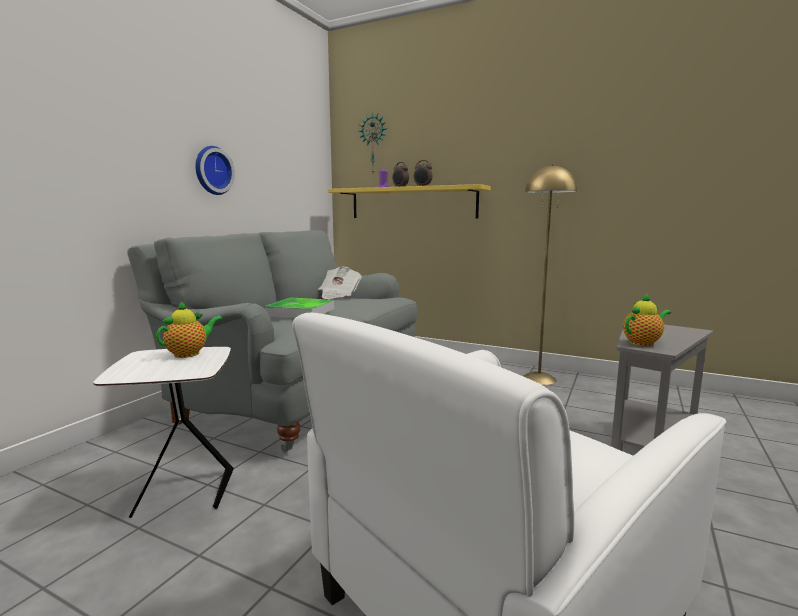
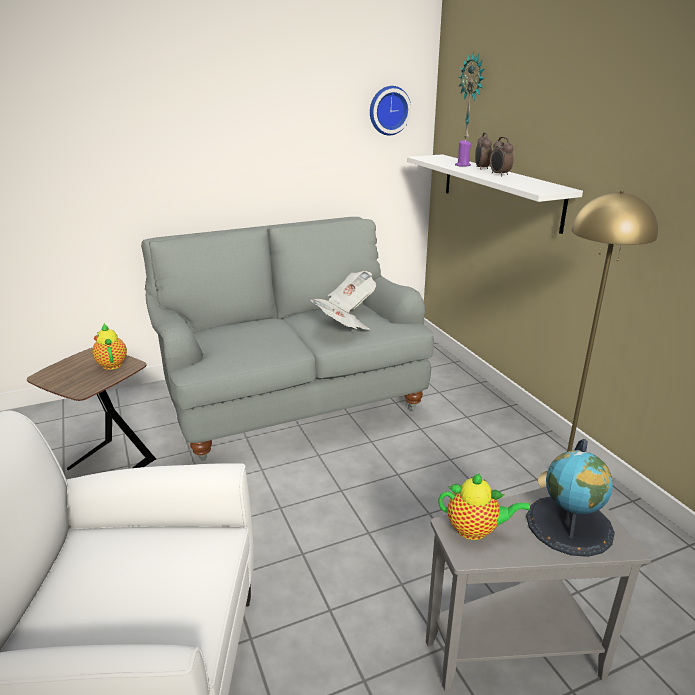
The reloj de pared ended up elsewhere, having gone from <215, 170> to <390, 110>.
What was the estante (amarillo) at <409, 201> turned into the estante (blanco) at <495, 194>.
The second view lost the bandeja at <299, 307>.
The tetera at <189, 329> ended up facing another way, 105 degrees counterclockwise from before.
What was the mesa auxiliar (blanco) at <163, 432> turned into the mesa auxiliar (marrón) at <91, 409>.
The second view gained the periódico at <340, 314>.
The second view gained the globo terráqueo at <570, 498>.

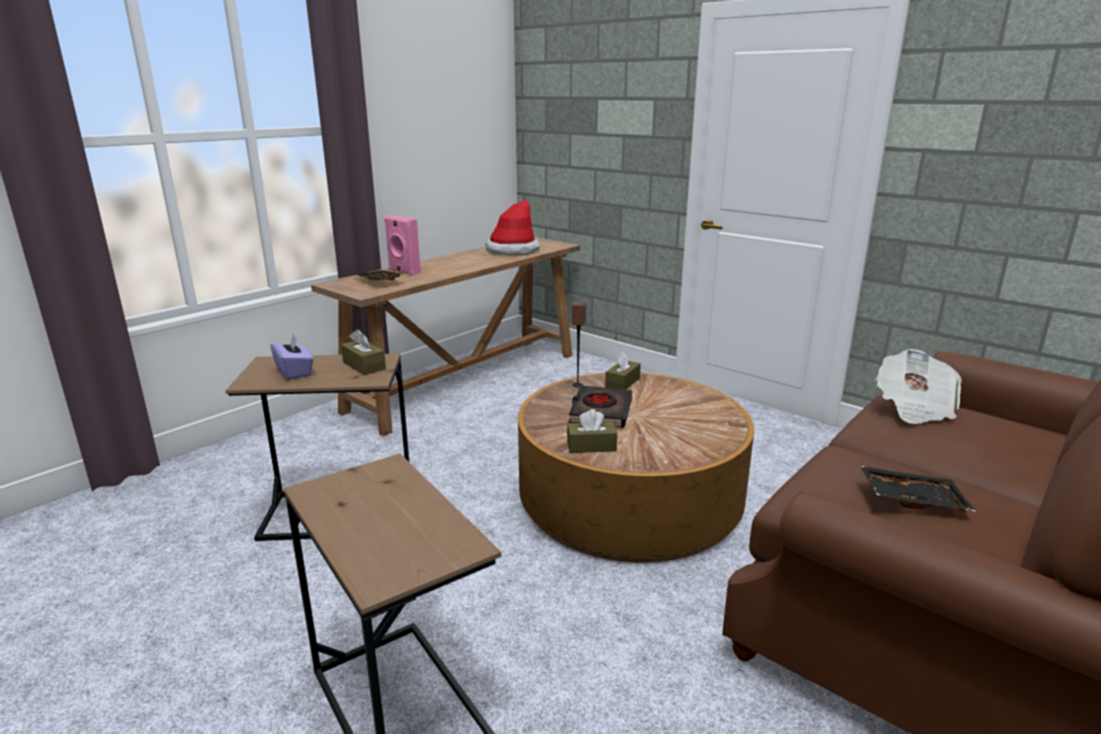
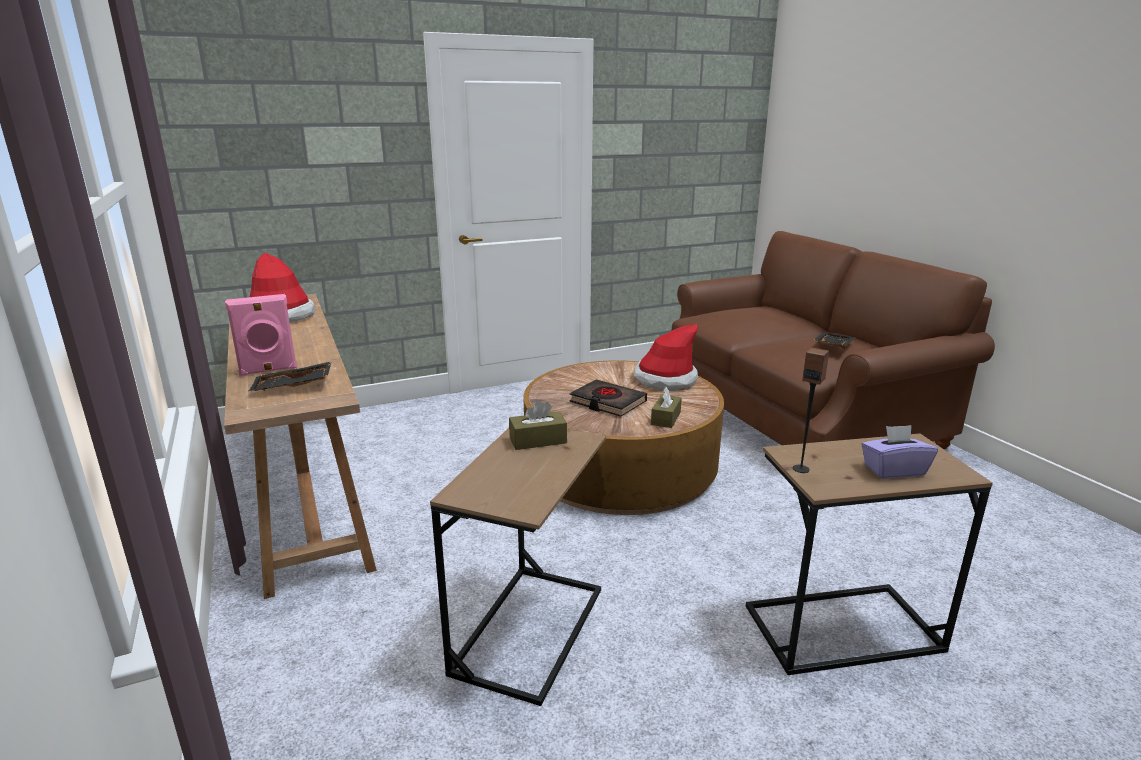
The altavoz ended up elsewhere, having gone from <579, 344> to <811, 410>.
The caja de pañuelos (morado) ended up elsewhere, having gone from <292, 357> to <899, 452>.
The second view lost the periódico at <918, 386>.
The second view lost the caja de pañuelos (marrón) at <623, 370>.
The second view gained the sombrero at <665, 357>.

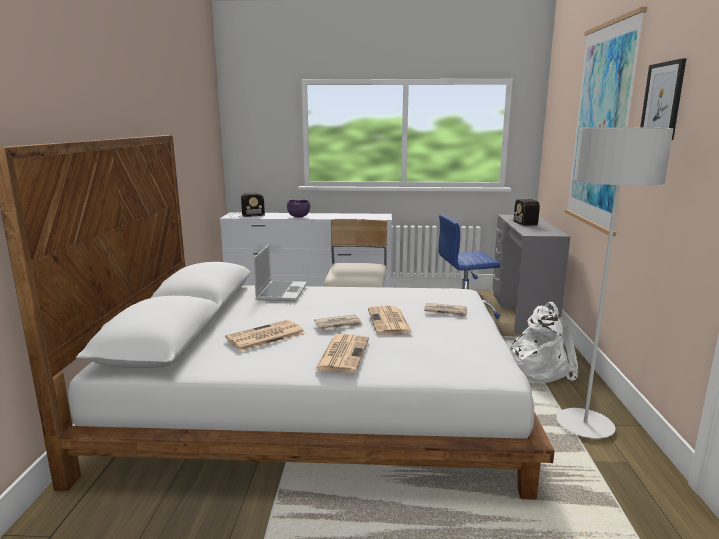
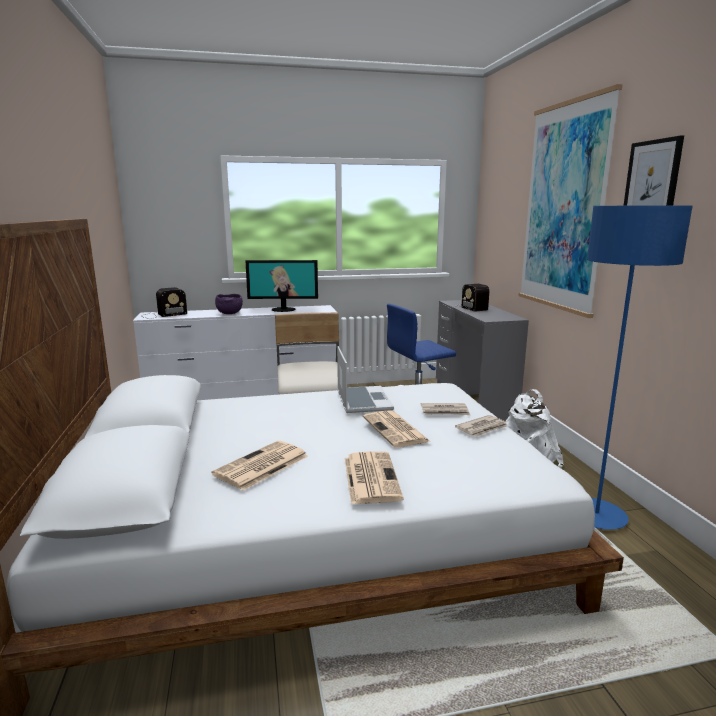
What was the lámpara de pie (gris) at <615, 283> turned into the lámpara de pie (azul) at <640, 368>.
The portátil ended up elsewhere, having gone from <280, 273> to <365, 379>.
The periódico ended up elsewhere, having gone from <338, 322> to <481, 426>.
The second view gained the monitor at <281, 286>.

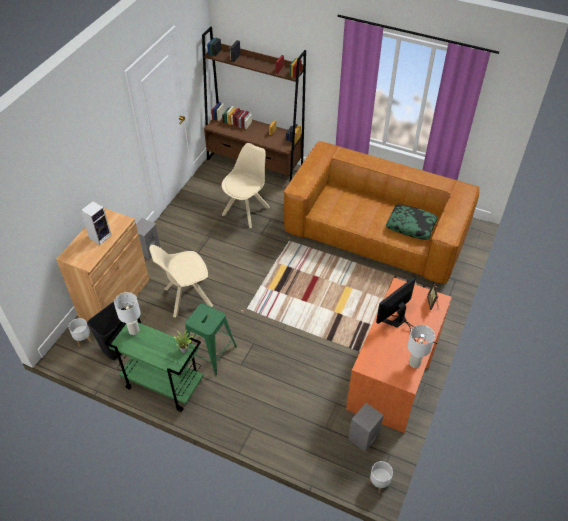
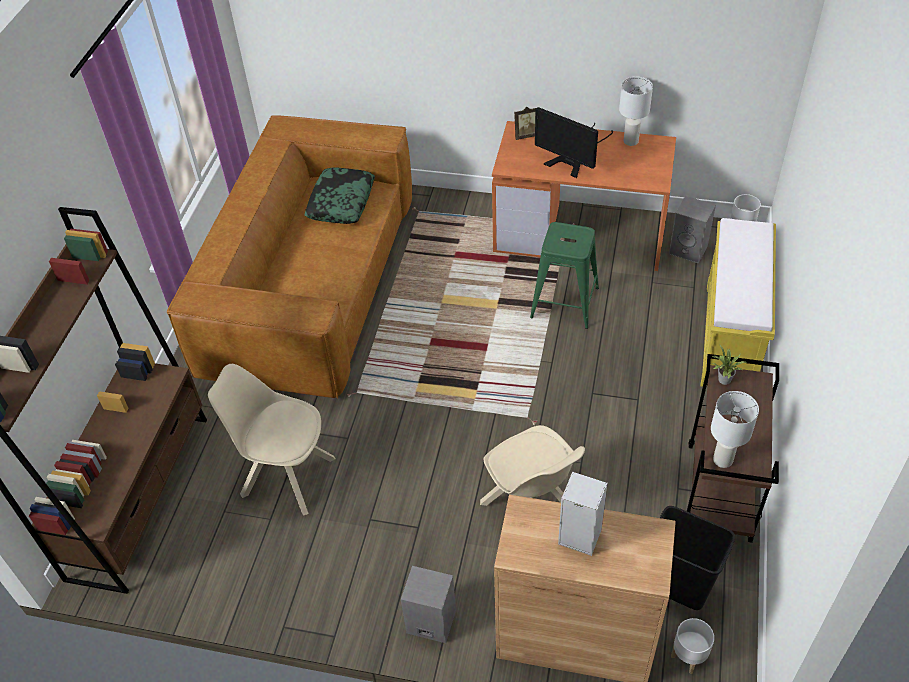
The taburete (verde) ended up elsewhere, having gone from <211, 339> to <564, 275>.
What was the carrito (verde) at <154, 365> turned into the carrito (marrón) at <733, 448>.
The second view gained the banco (amarillo) at <738, 302>.

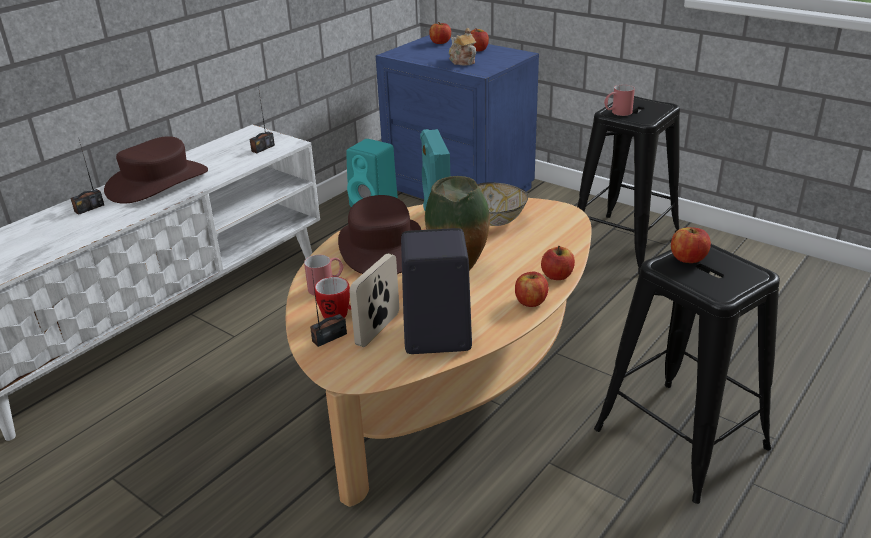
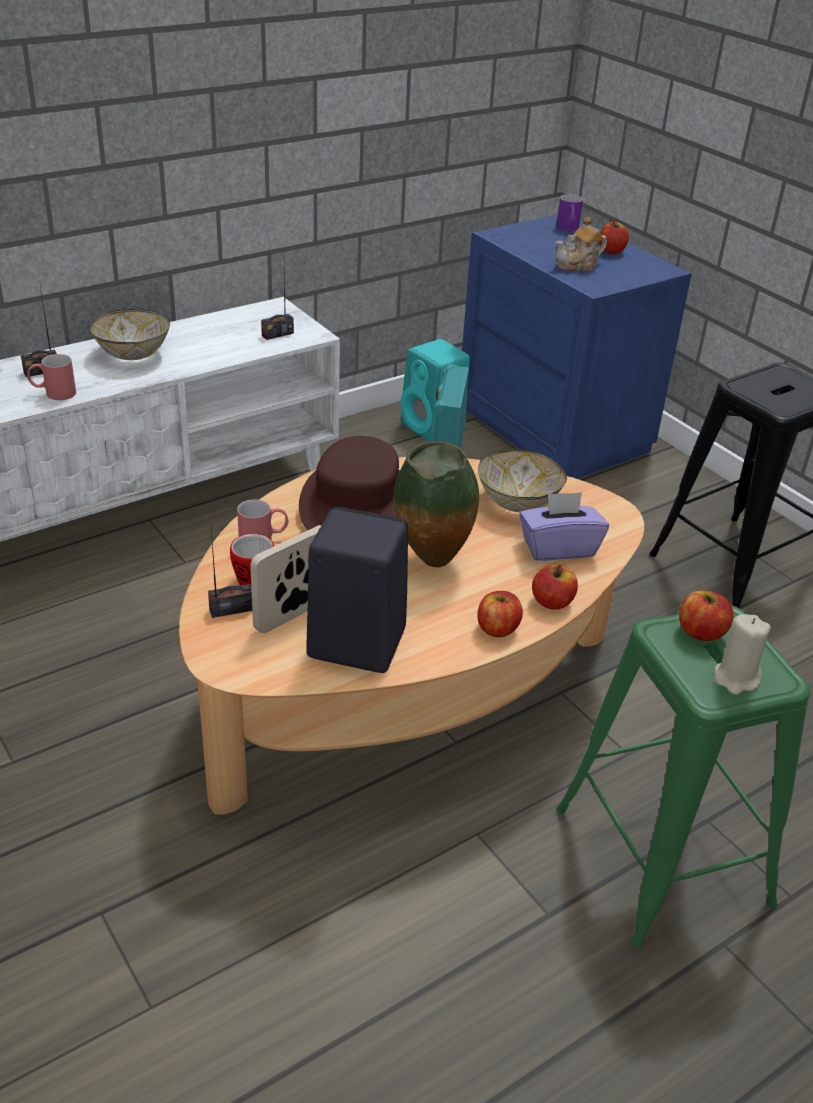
Where the manzana stood at <440, 33>, the taza grande (morado) came to stand at <569, 213>.
The tetera at <462, 46> ended up facing another way, 105 degrees counterclockwise from before.
The taza grande (rojo) ended up elsewhere, having gone from <619, 100> to <51, 377>.
Where the sombrero (marrón) stood at <156, 170>, the cuenco came to stand at <130, 334>.
What was the taburete (negro) at <687, 374> turned into the taburete (verde) at <683, 777>.
The second view gained the caja de pañuelos (morado) at <564, 526>.
The second view gained the vela (beis) at <742, 654>.

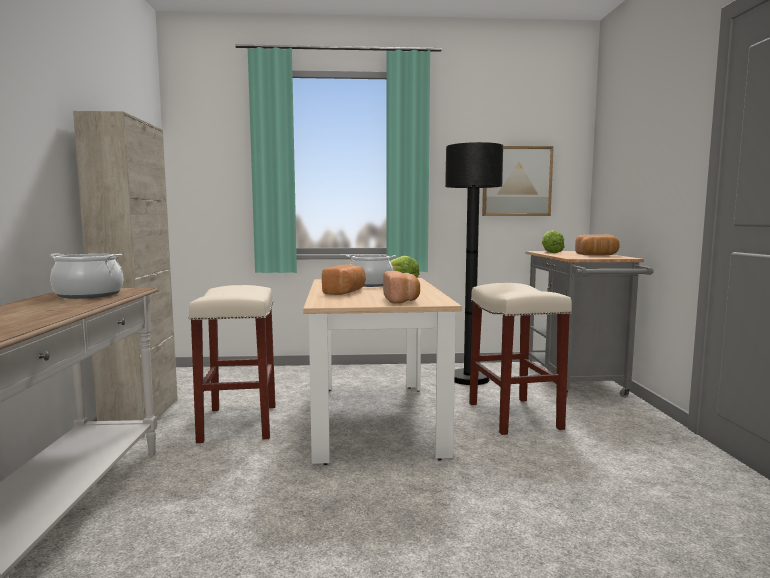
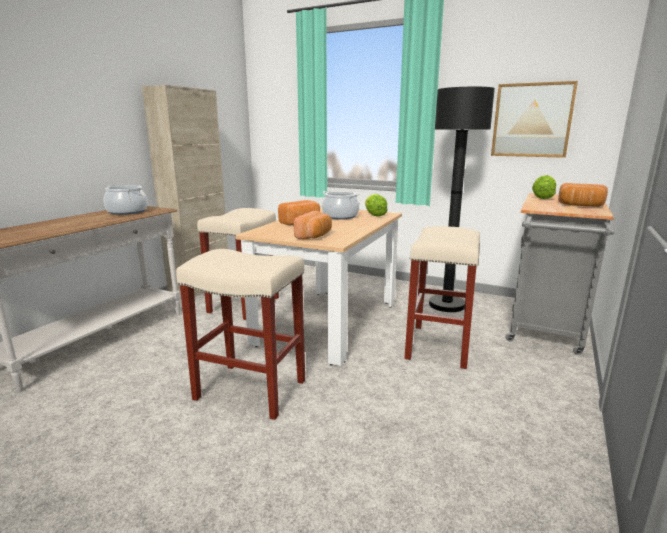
The second view gained the taburete (beis) at <240, 334>.

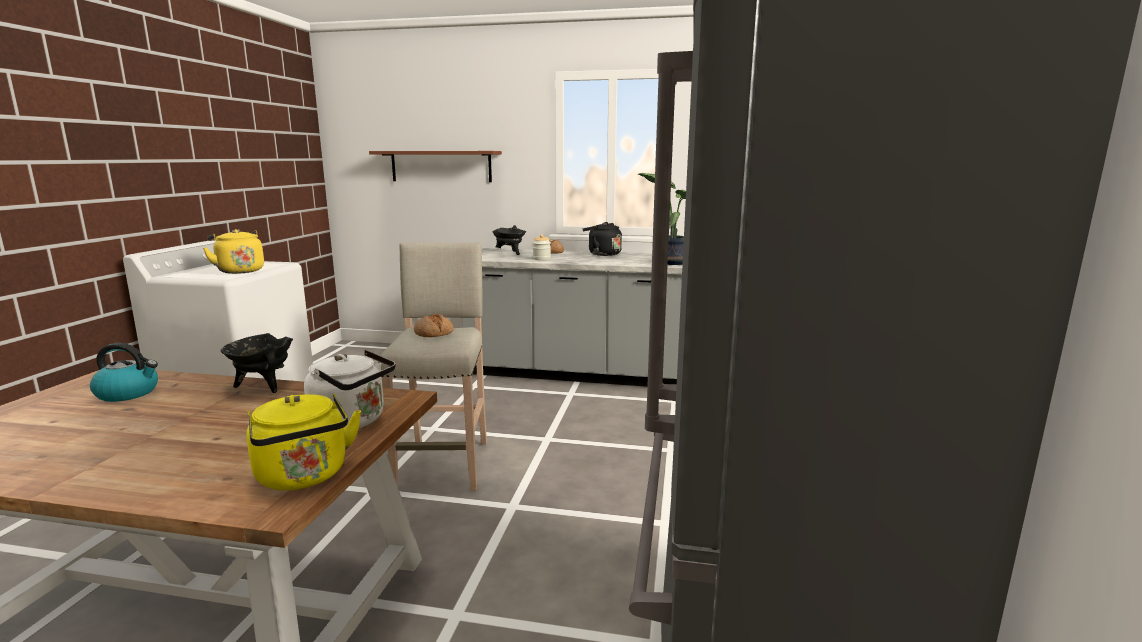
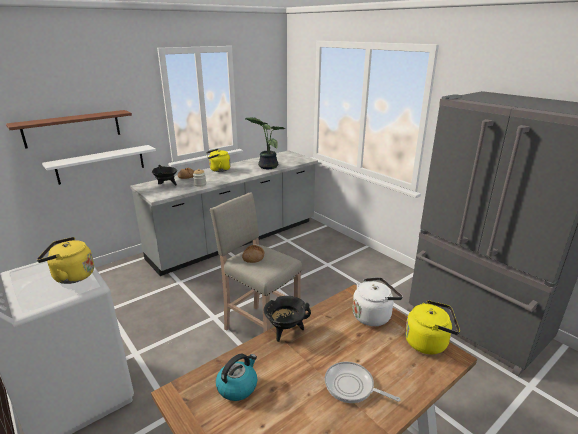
What was the hervidor (negro) at <602, 239> turned into the hervidor (amarillo) at <218, 160>.
The second view gained the estante (blanco) at <99, 165>.
The second view gained the sartén at <362, 382>.

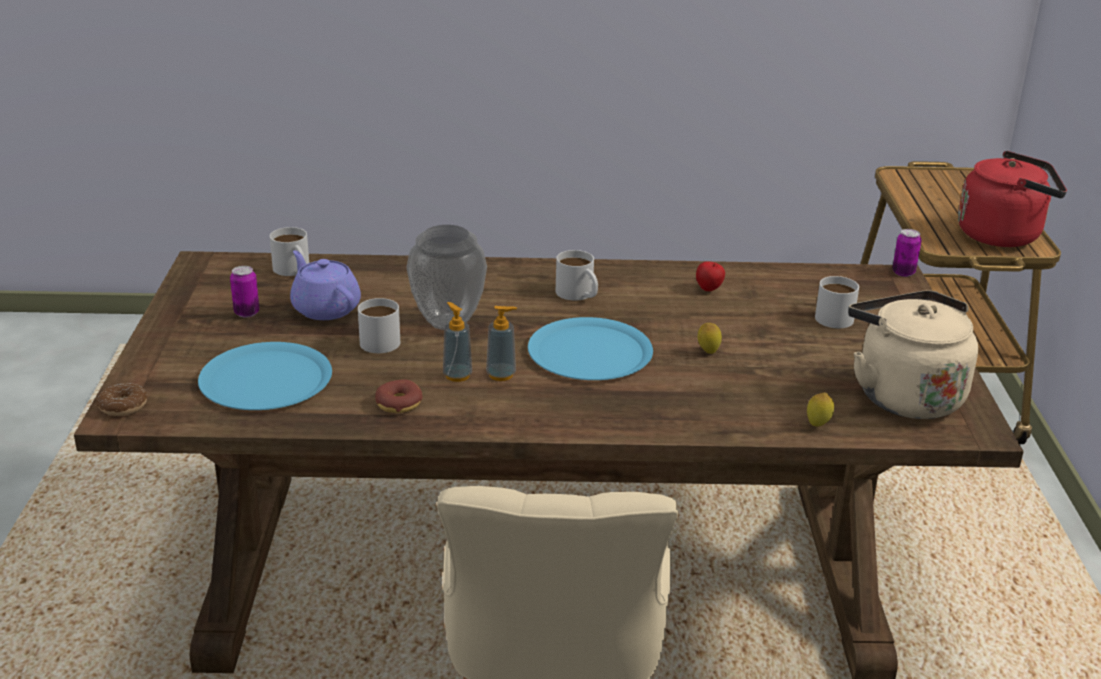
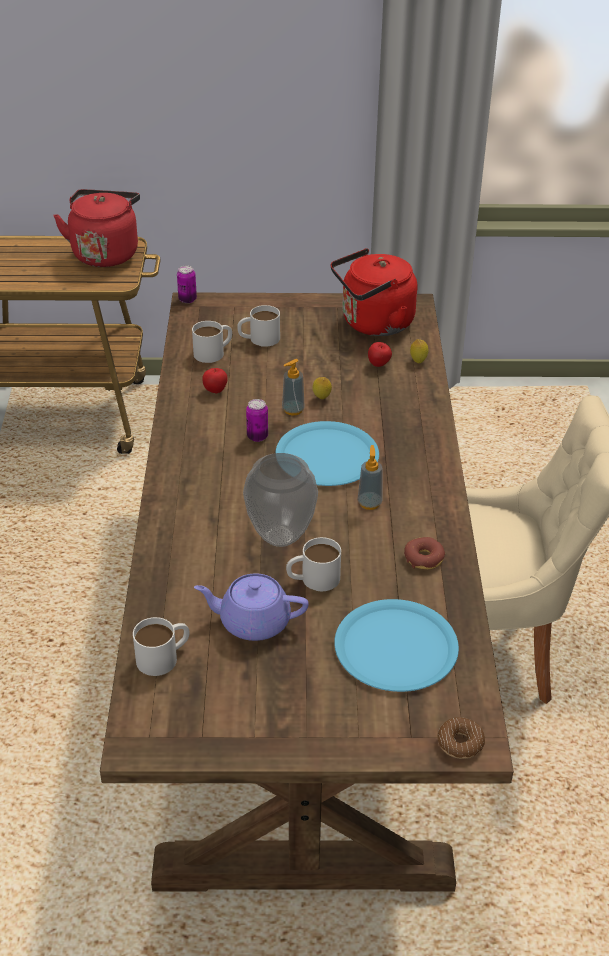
The tetera (morado) at <325, 285> ended up facing another way, 45 degrees clockwise from before.
The taza grande (blanco) ended up elsewhere, having gone from <577, 275> to <212, 342>.
The lata ended up elsewhere, having gone from <244, 292> to <257, 420>.
What was the hervidor (beis) at <913, 355> turned into the hervidor (rojo) at <374, 292>.
The dispensador de jabón ended up elsewhere, having gone from <457, 342> to <293, 387>.
The second view gained the manzana at <380, 354>.

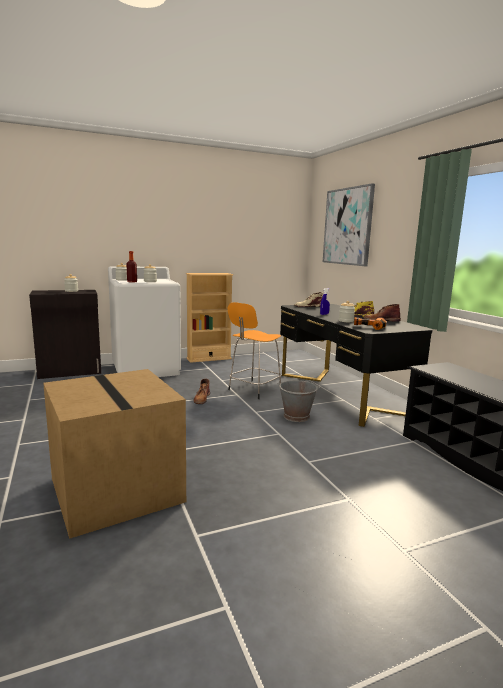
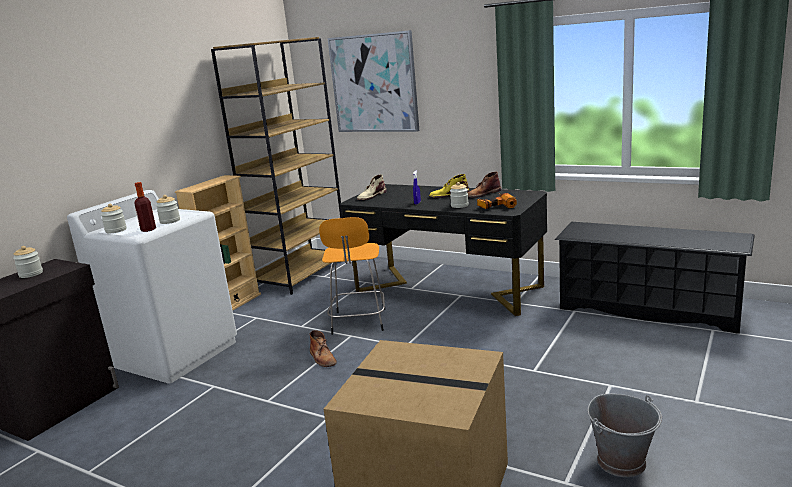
The cubo (gris) ended up elsewhere, having gone from <298, 401> to <625, 435>.
The second view gained the estantería (marrón) at <276, 166>.

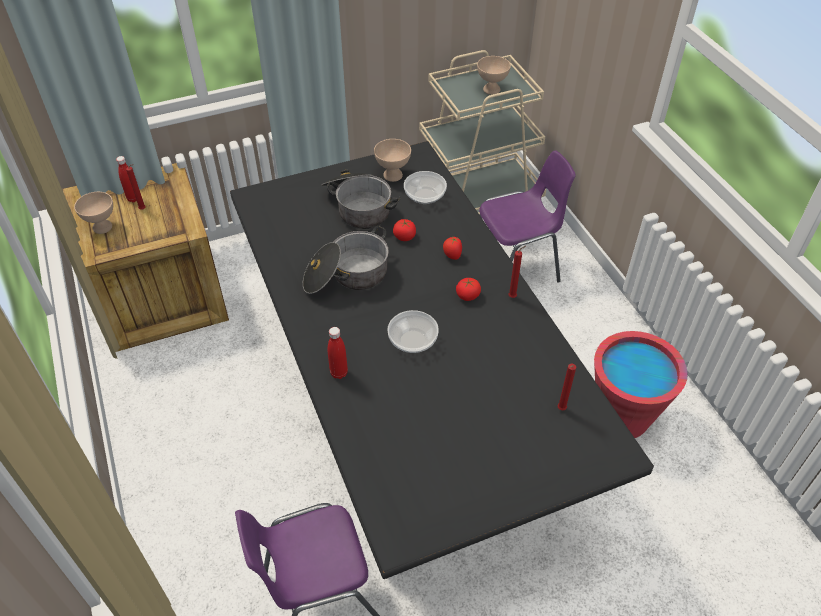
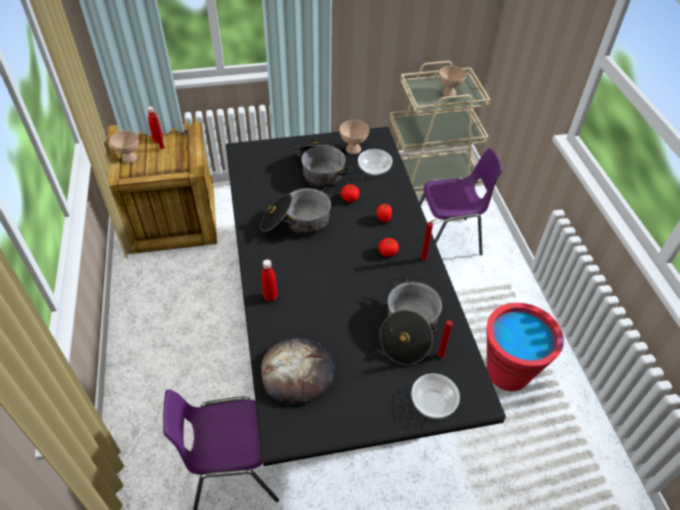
The cuenco ended up elsewhere, having gone from <413, 331> to <435, 396>.
The second view gained the olla at <411, 320>.
The second view gained the pan at <298, 371>.

